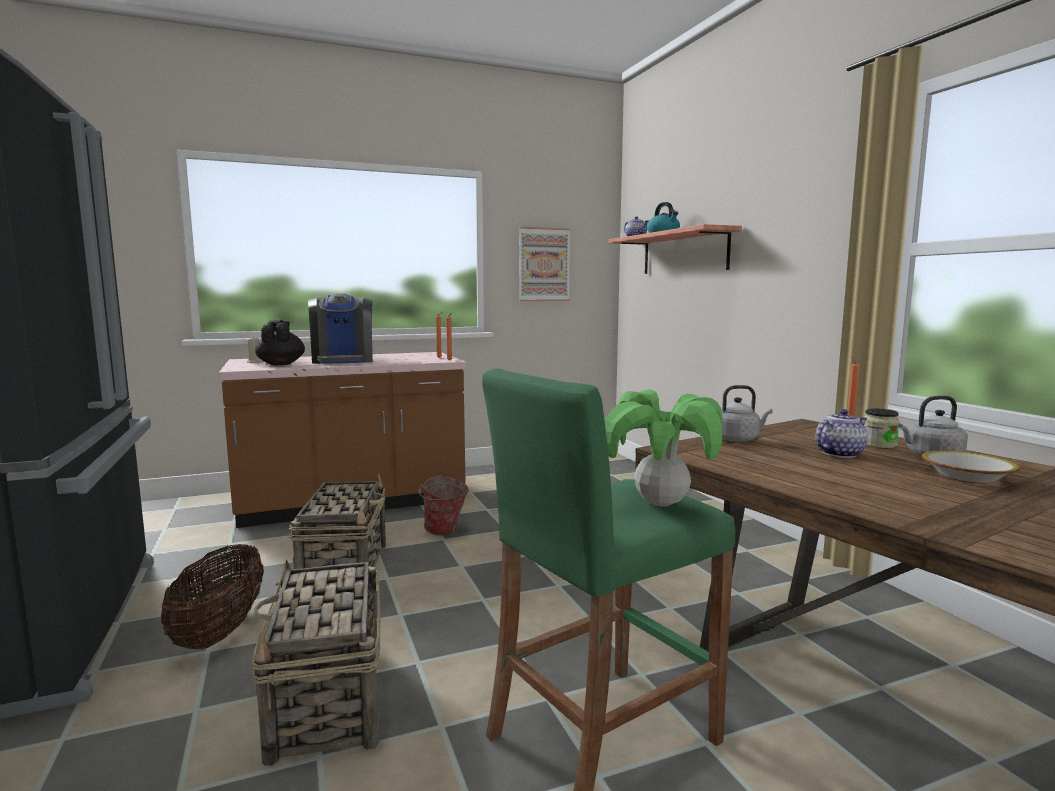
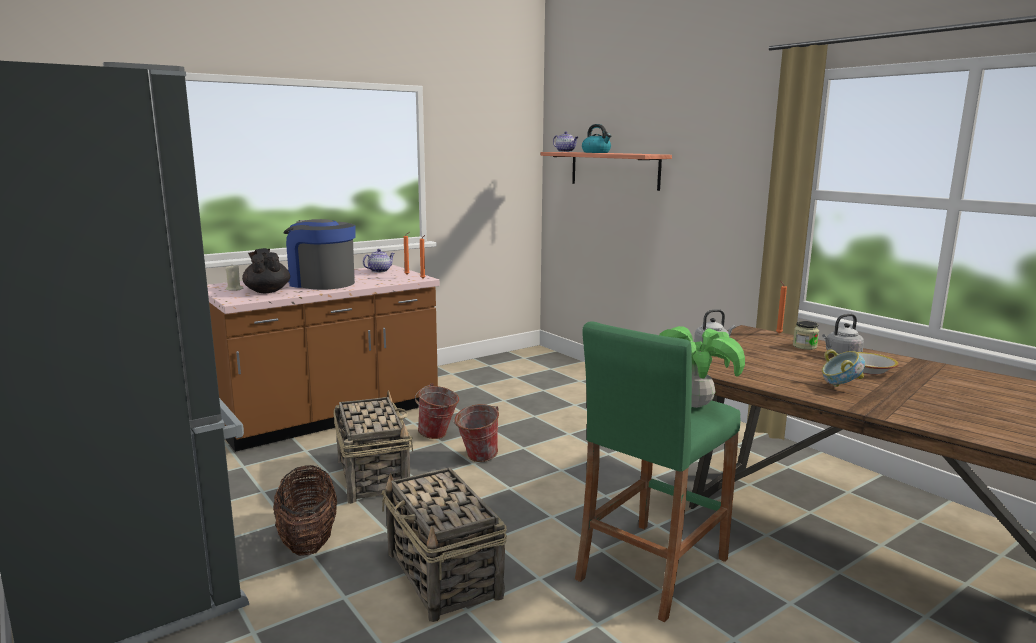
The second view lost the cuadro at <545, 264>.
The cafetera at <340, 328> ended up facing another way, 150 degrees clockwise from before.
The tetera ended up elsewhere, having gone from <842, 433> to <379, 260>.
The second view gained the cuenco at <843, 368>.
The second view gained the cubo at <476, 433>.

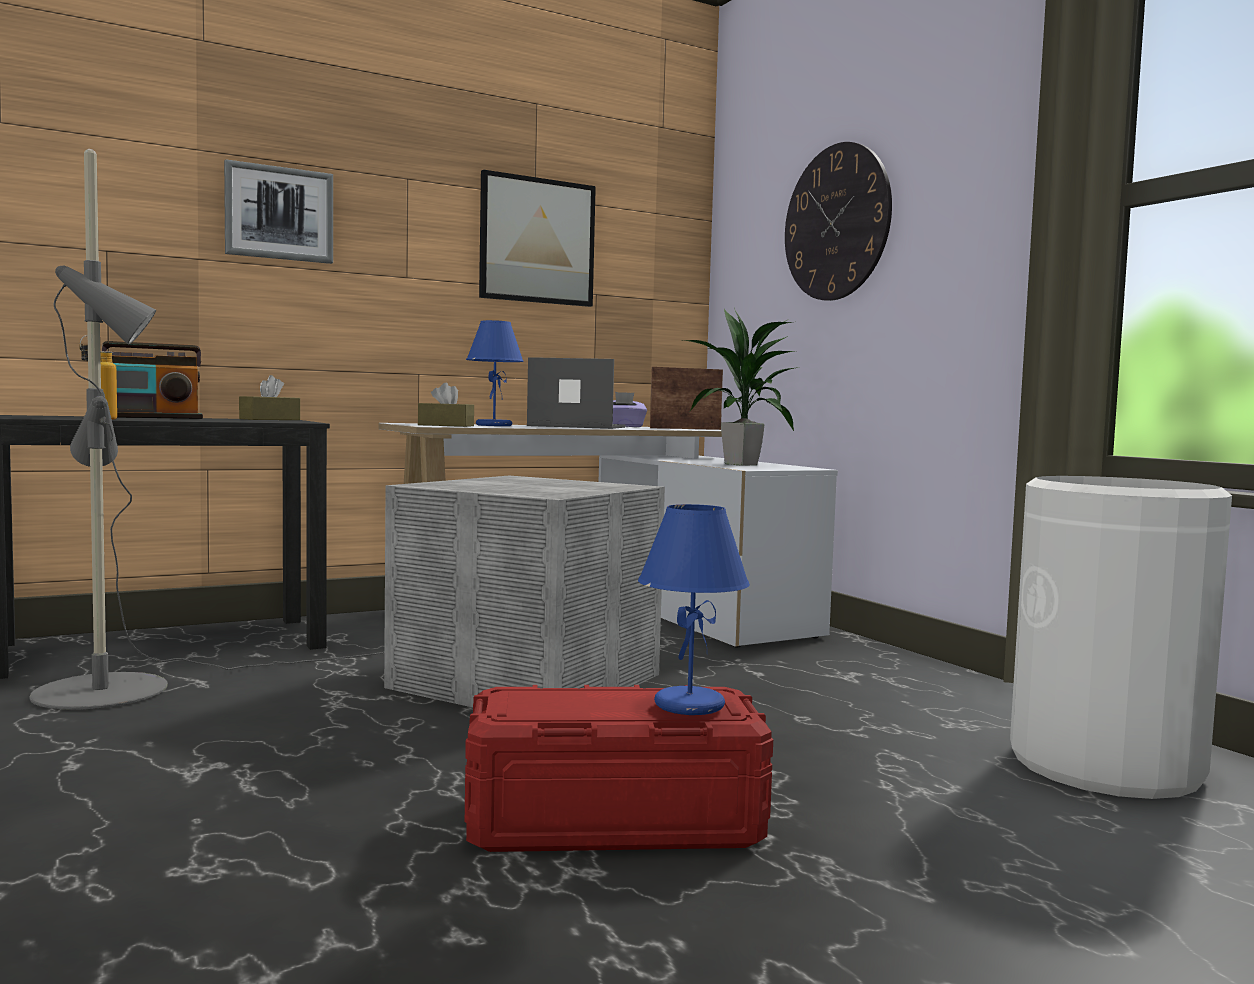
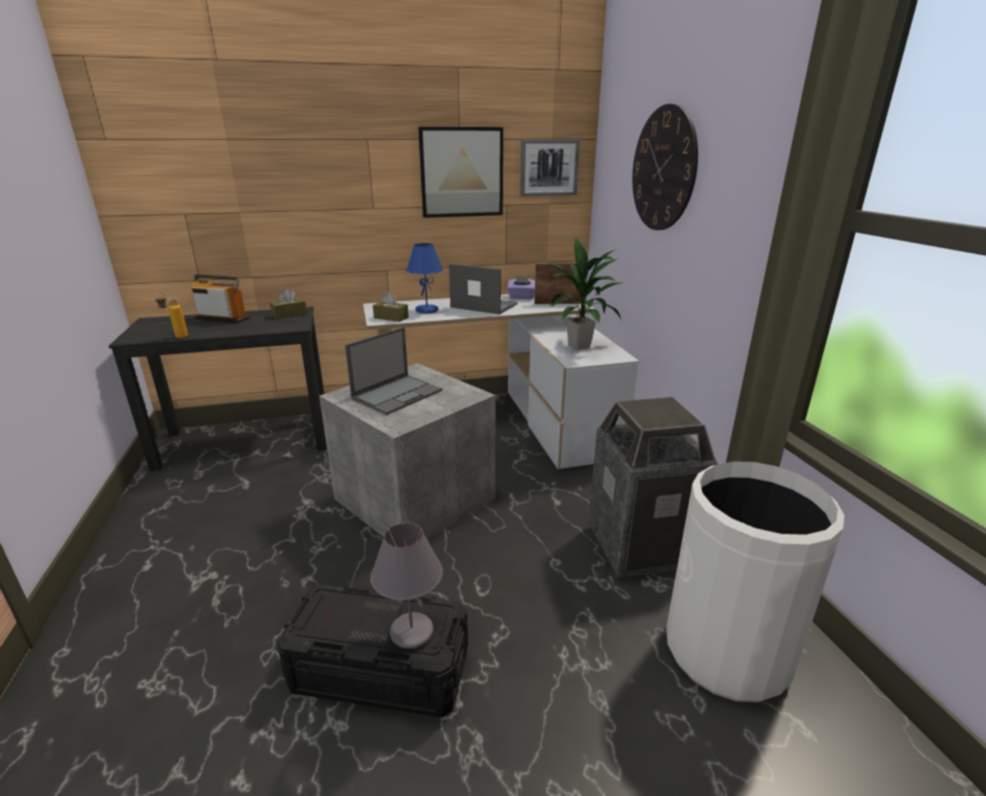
The second view lost the lámpara de pie (gris) at <206, 429>.
The cuadro ended up elsewhere, having gone from <278, 211> to <550, 168>.
The radio at <152, 380> ended up facing another way, 150 degrees counterclockwise from before.
What was the lámpara de mesa (azul) at <694, 609> turned into the lámpara de mesa (gris) at <406, 586>.
What was the caja de almacenaje (rojo) at <619, 768> turned into the caja de almacenaje (negro) at <372, 651>.
The second view gained the portátil at <393, 371>.
The second view gained the papelera at <653, 487>.

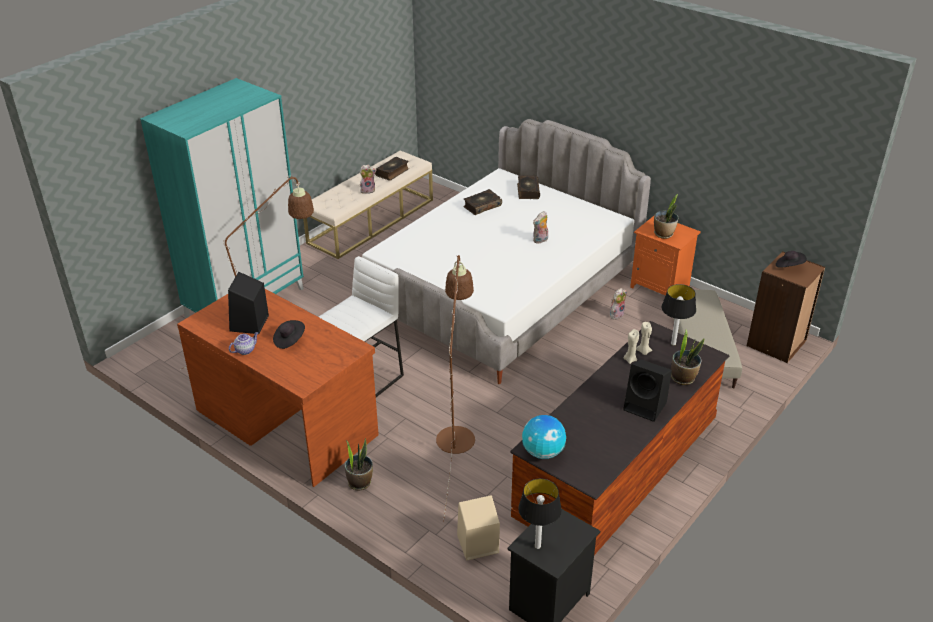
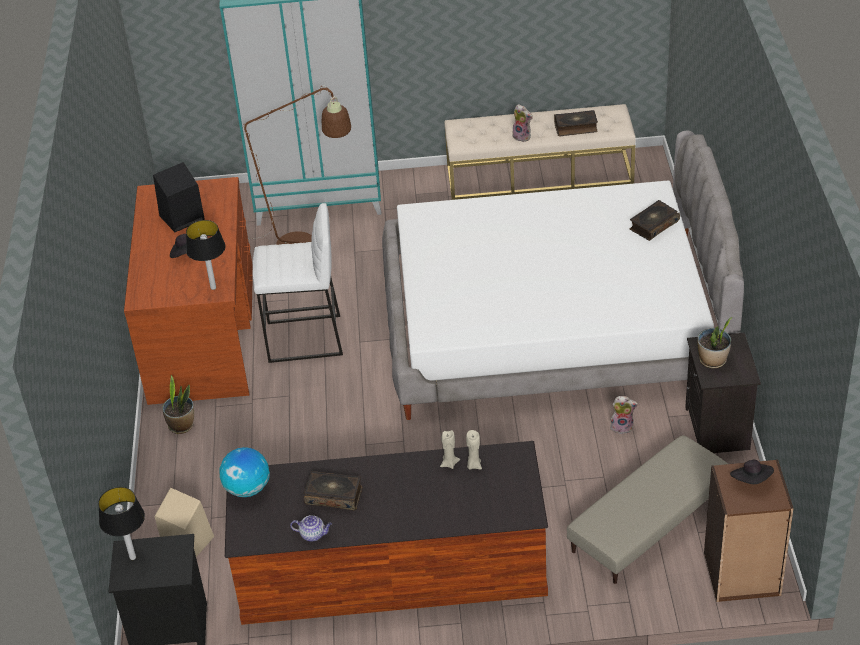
The libro ended up elsewhere, having gone from <482, 202> to <333, 490>.
The second view lost the peluche at <540, 227>.
What was the mesita de noche (naranja) at <665, 256> turned into the mesita de noche (negro) at <723, 393>.
The second view lost the lámpara de pie (marrón) at <455, 388>.
The lámpara de mesa ended up elsewhere, having gone from <678, 315> to <206, 255>.
The second view lost the planta en maceta at <687, 357>.
The tetera ended up elsewhere, having gone from <243, 343> to <311, 528>.
The second view lost the altavoz (negro) at <647, 390>.

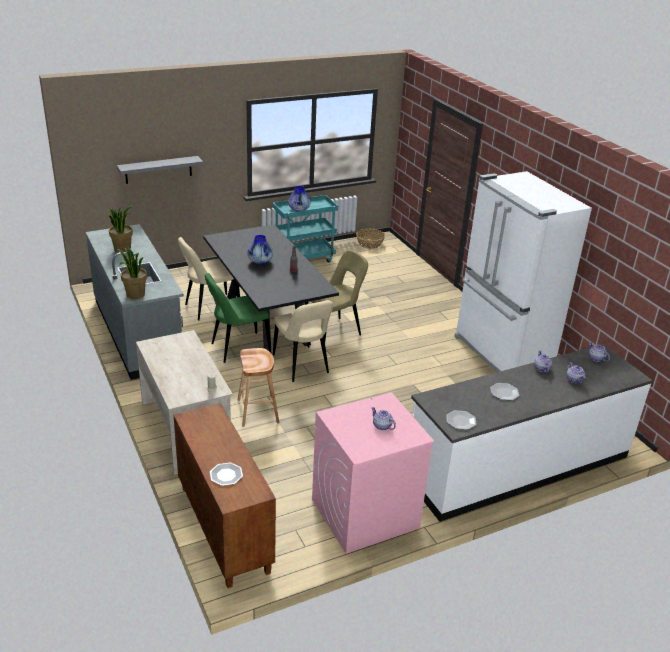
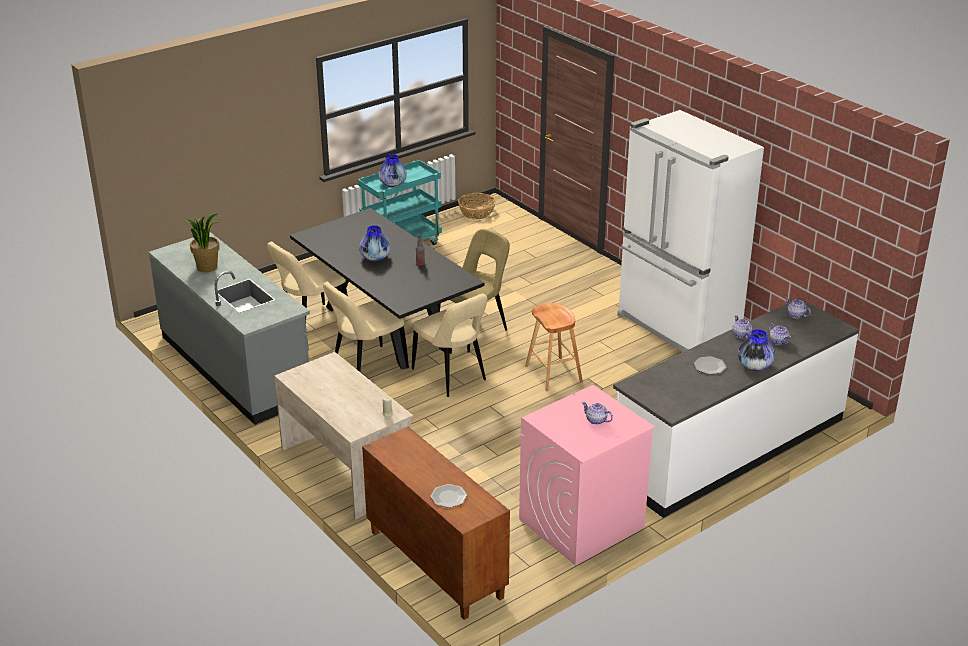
The second view lost the estante (gris) at <160, 170>.
The second view lost the planta en maceta at <132, 273>.
What was the silla (verde) at <238, 318> turned into the silla (beis) at <366, 327>.
The taburete (marrón) ended up elsewhere, having gone from <258, 387> to <554, 347>.
The second view lost the plato at <461, 420>.
The second view gained the florero at <756, 350>.

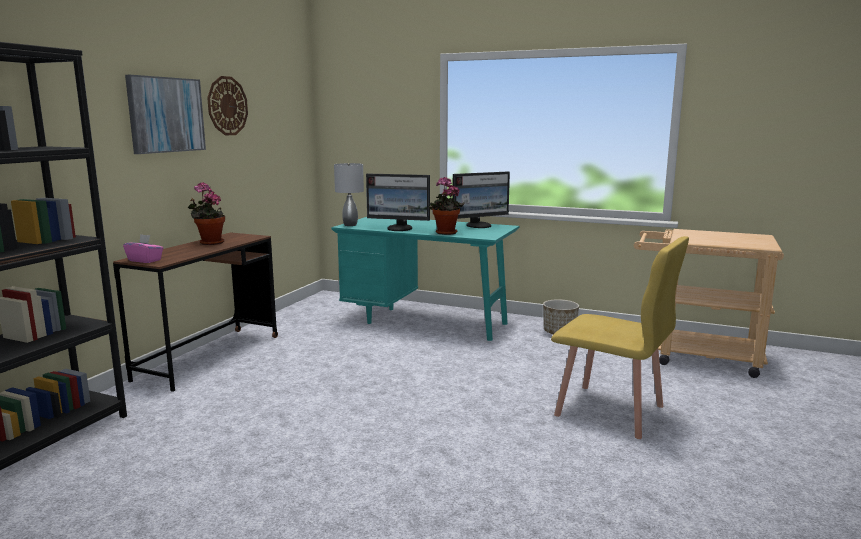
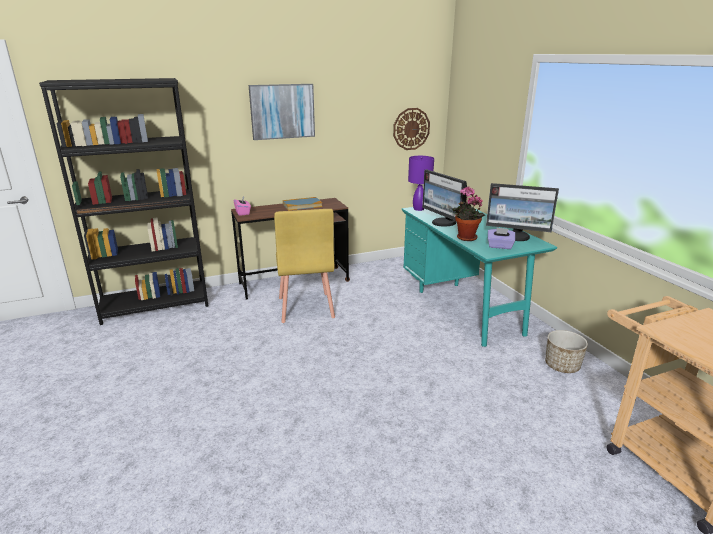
The reloj de pared ended up elsewhere, having gone from <227, 106> to <411, 129>.
What was the lámpara de mesa (gris) at <349, 194> turned into the lámpara de mesa (morado) at <421, 183>.
Where the planta en maceta stood at <206, 213>, the libro came to stand at <302, 204>.
The silla (amarillo) ended up elsewhere, having gone from <620, 337> to <304, 266>.
The second view gained the caja de pañuelos (morado) at <501, 238>.

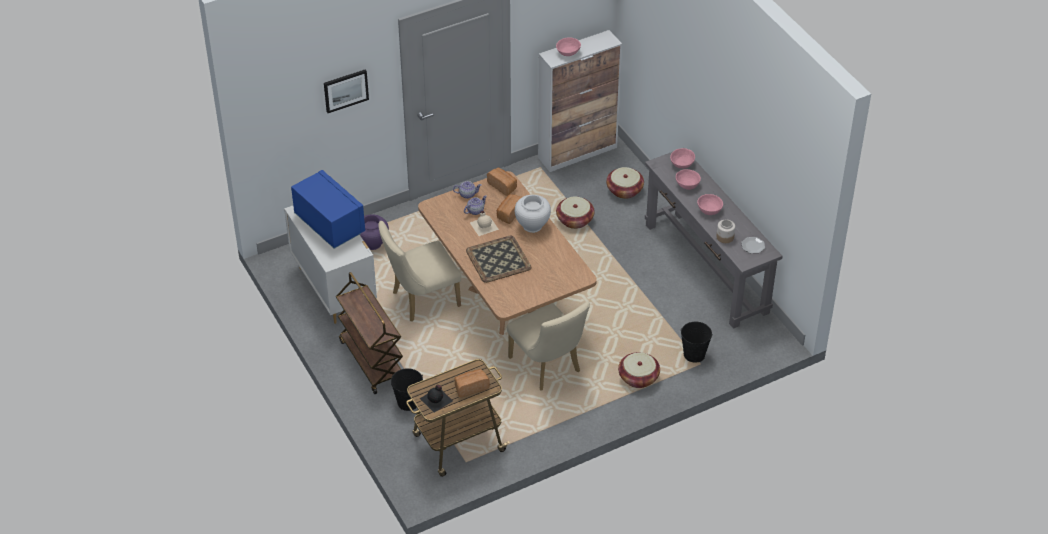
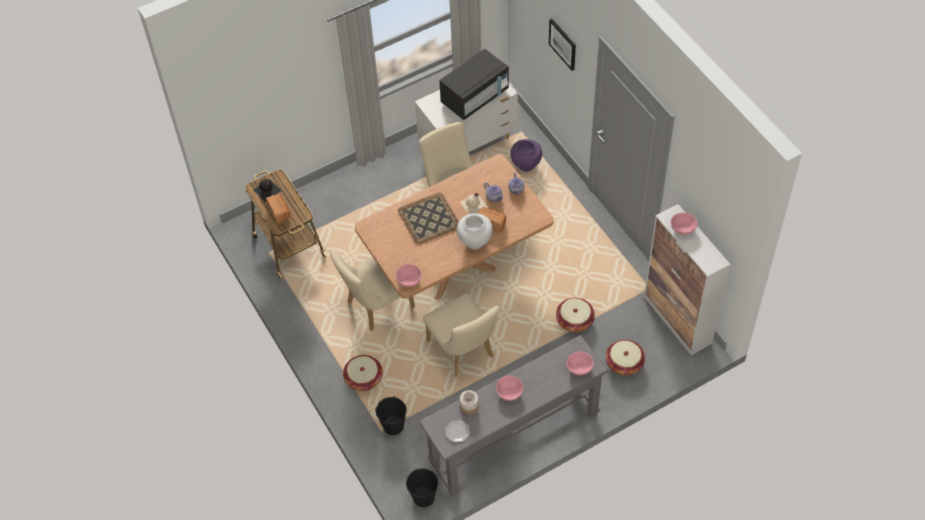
The second view lost the pan at <502, 182>.
The cuenco (rosa) ended up elsewhere, having gone from <688, 179> to <409, 275>.
What was the microondas (azul) at <328, 209> turned into the microondas (negro) at <474, 84>.
The second view lost the carrito (marrón) at <369, 333>.
The cubo (negro) ended up elsewhere, having gone from <407, 389> to <422, 488>.
The second view gained the silla (beis) at <461, 335>.

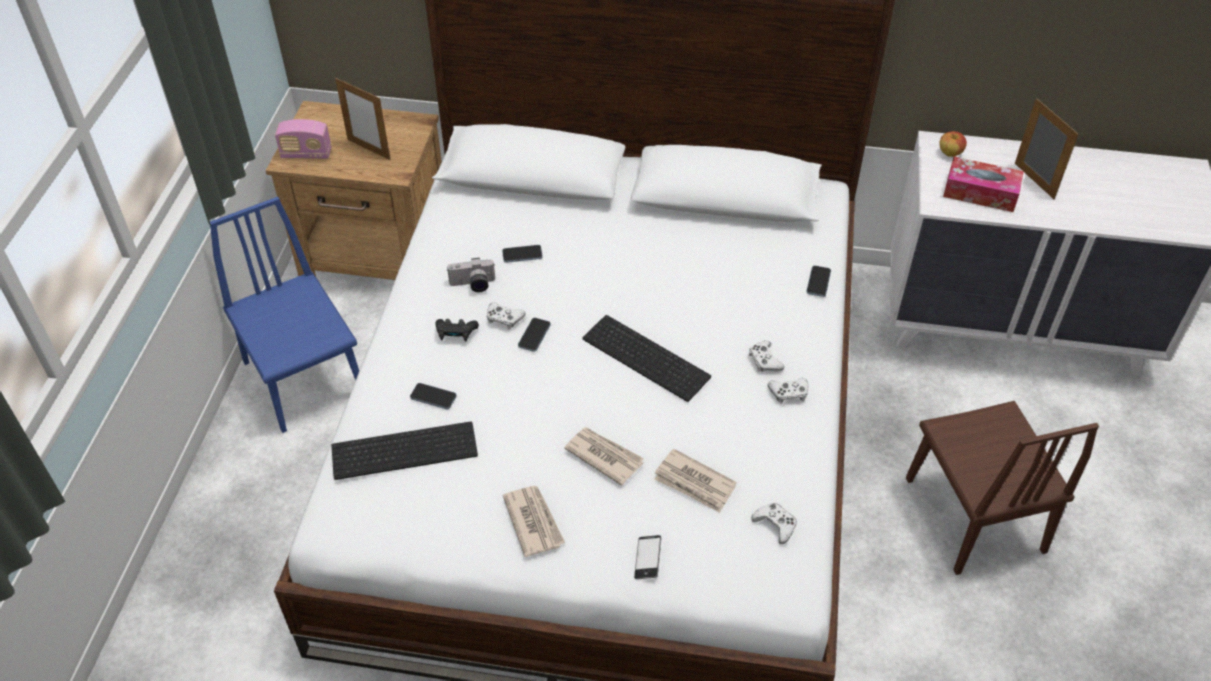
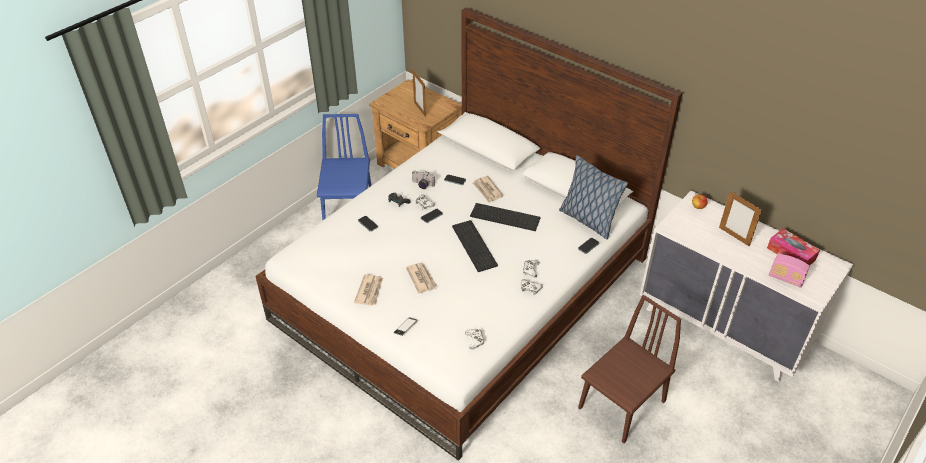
The portarretratos at <1046, 148> ended up facing another way, 135 degrees clockwise from before.
The radio ended up elsewhere, having gone from <303, 139> to <789, 271>.
The caja de pañuelos ended up elsewhere, having gone from <983, 184> to <793, 247>.
The silla (marrón) at <1002, 488> ended up facing another way, 150 degrees counterclockwise from before.
The teclado ended up elsewhere, having gone from <404, 450> to <505, 217>.
The periódico ended up elsewhere, having gone from <695, 481> to <488, 189>.
The second view gained the cojín at <593, 197>.

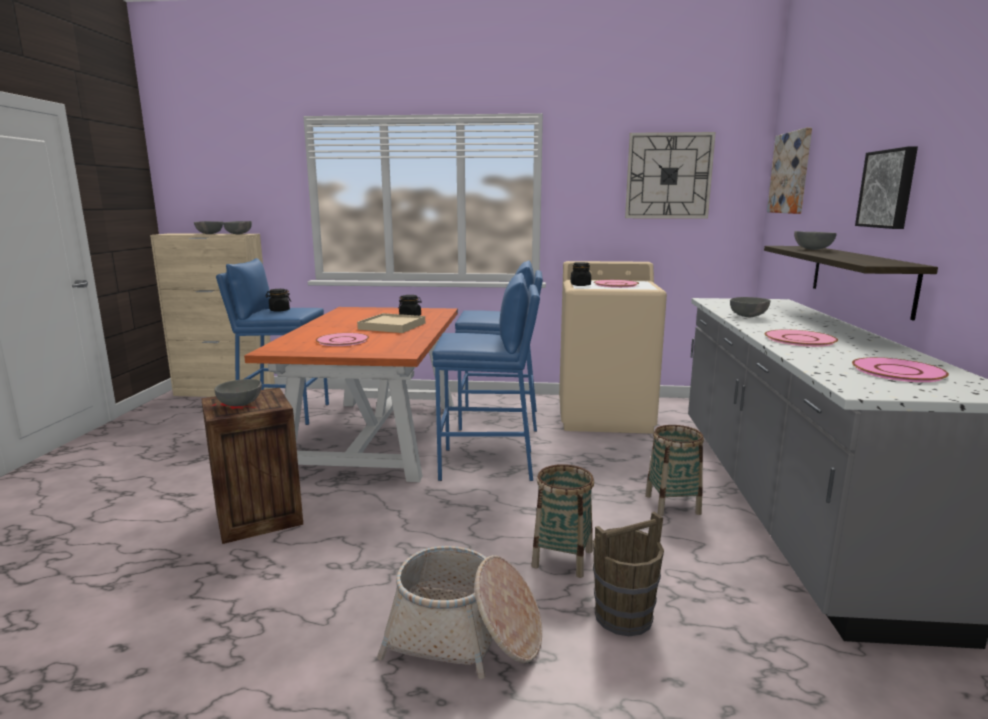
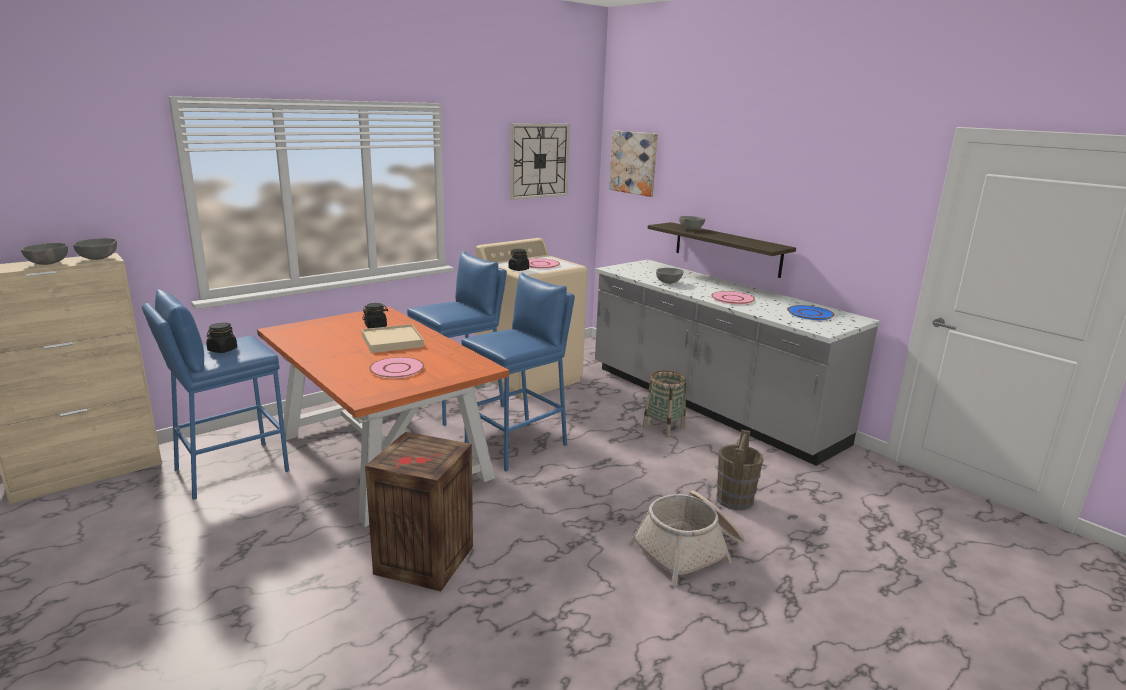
The second view lost the cuadro at <886, 187>.
What was the plato (rosa) at <900, 369> turned into the plato (azul) at <811, 312>.
The second view lost the cuenco (gris) at <238, 392>.
The second view lost the cesta at <563, 521>.

